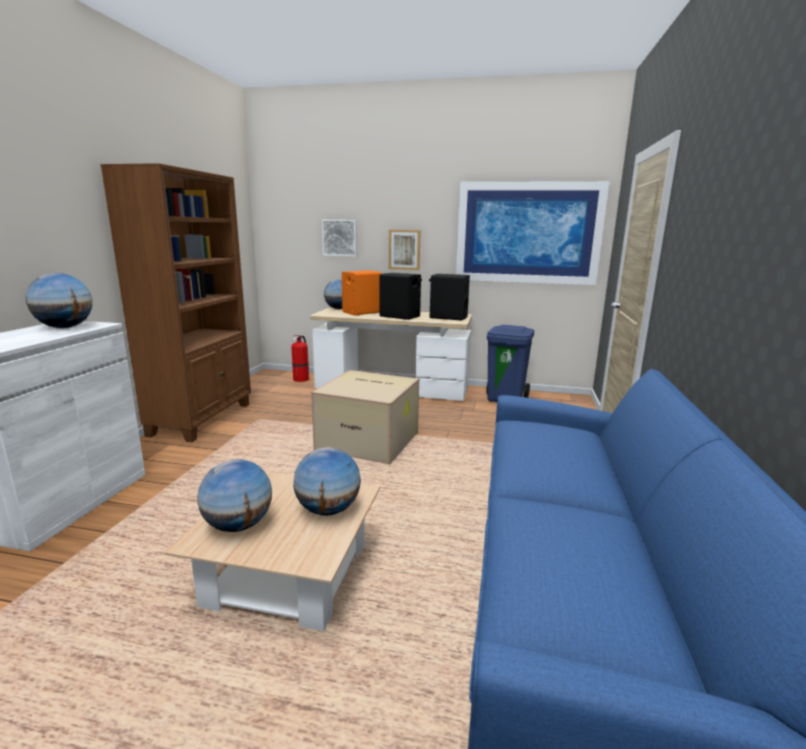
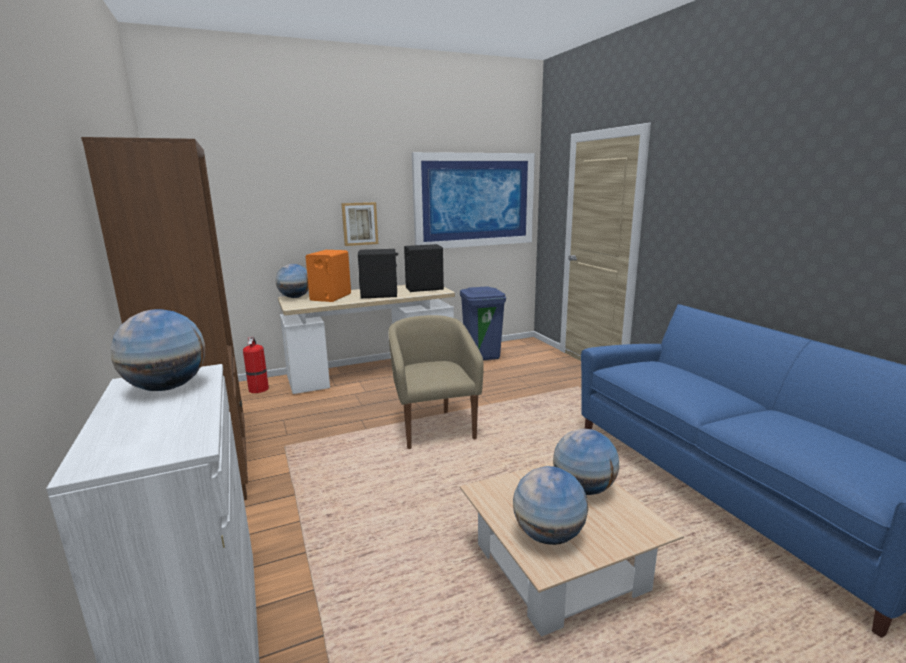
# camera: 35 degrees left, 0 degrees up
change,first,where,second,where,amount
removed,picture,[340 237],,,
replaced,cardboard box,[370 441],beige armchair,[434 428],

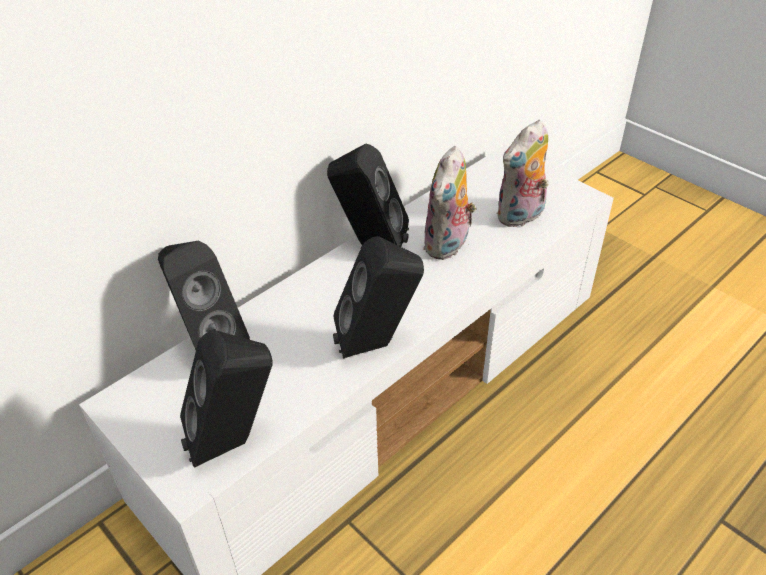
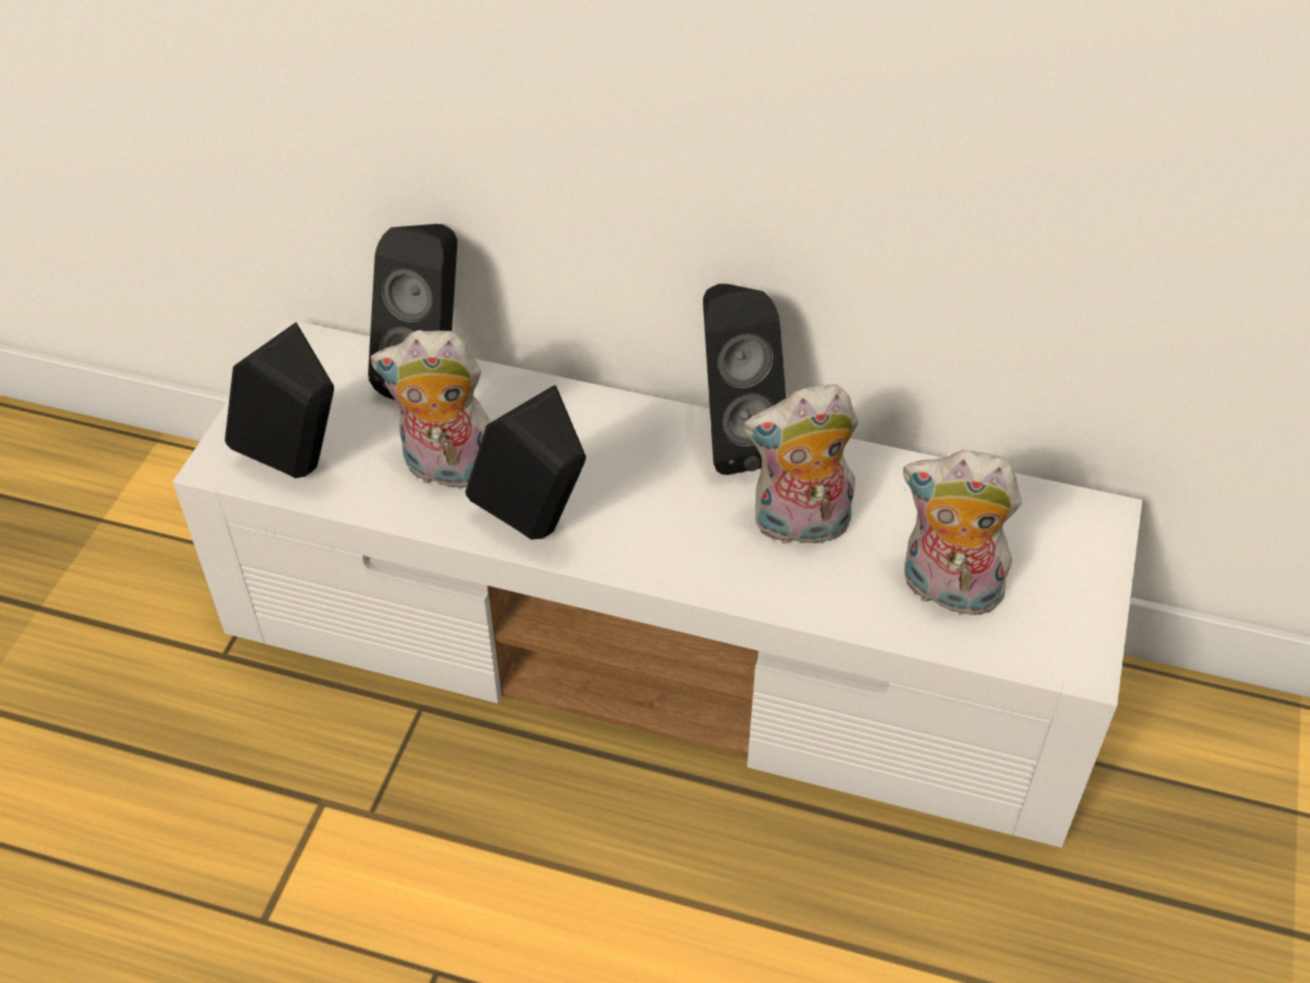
# camera: 60 degrees right, 5 degrees up
change,first,where,second,where,amount
added,,,plush toy,[447 470],

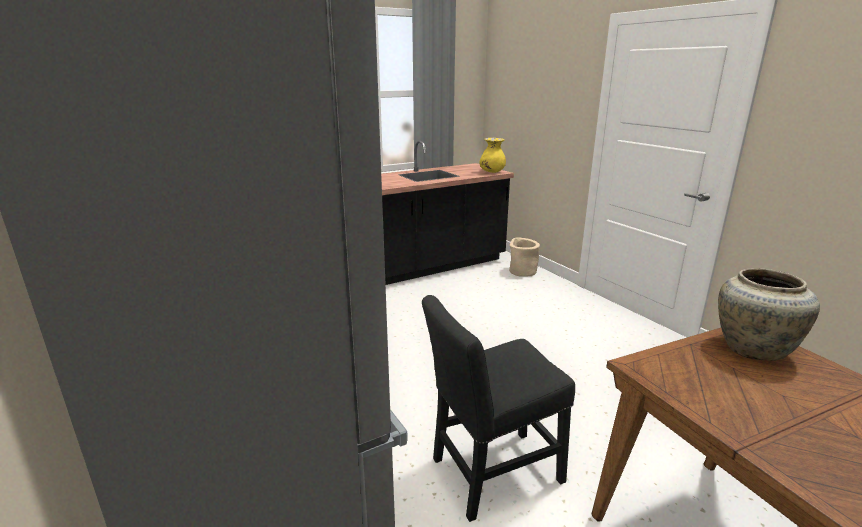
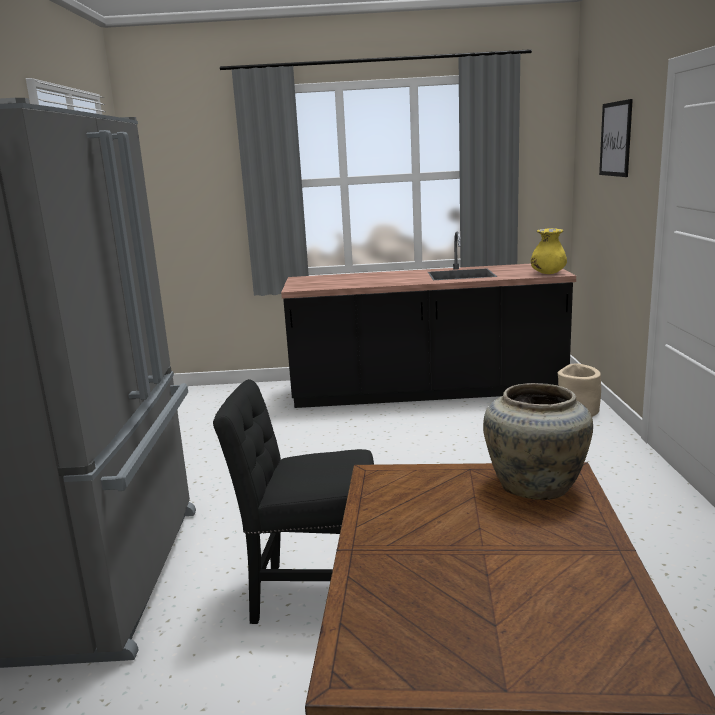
# camera: 30 degrees right, 5 degrees down
change,first,where,second,where,amount
added,,,picture,[616 139],

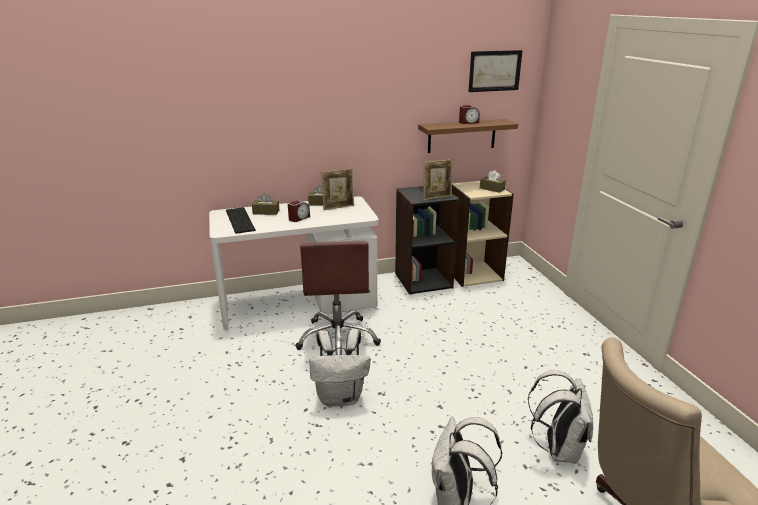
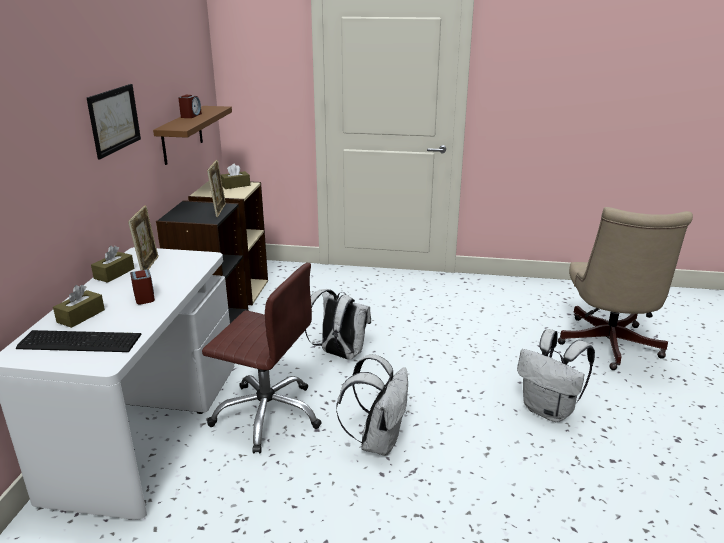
# camera: 65 degrees left, 0 degrees up
change,first,where,second,where,amount
moved,picture,[494 71],,[114 120],
moved,white backpack,[558 449],,[339 354],

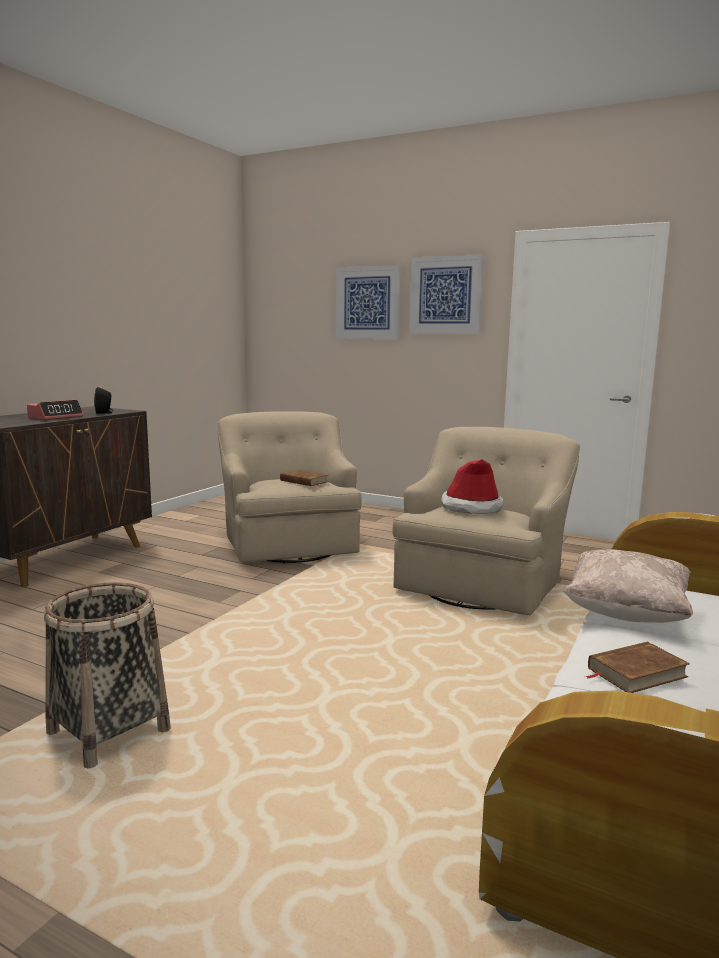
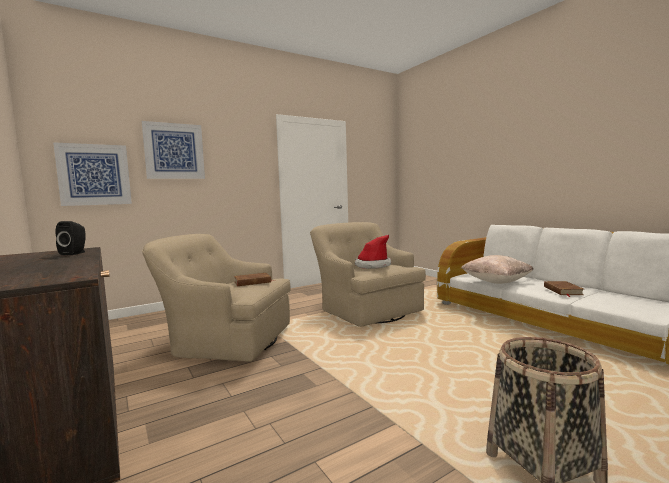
# camera: 60 degrees left, 5 degrees down
change,first,where,second,where,amount
removed,alarm clock,[56 417],,,
moved,picture,[445 295],,[94 174],

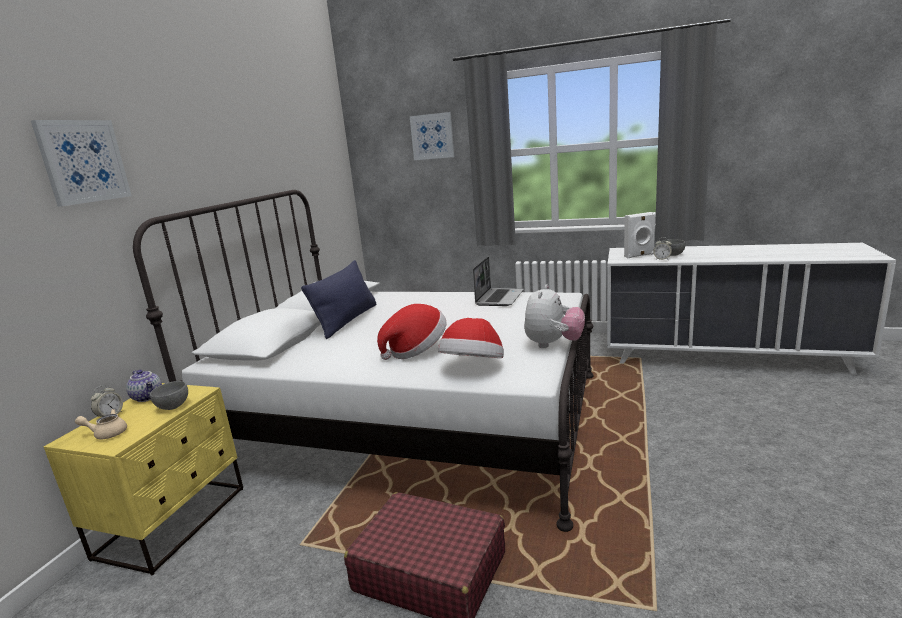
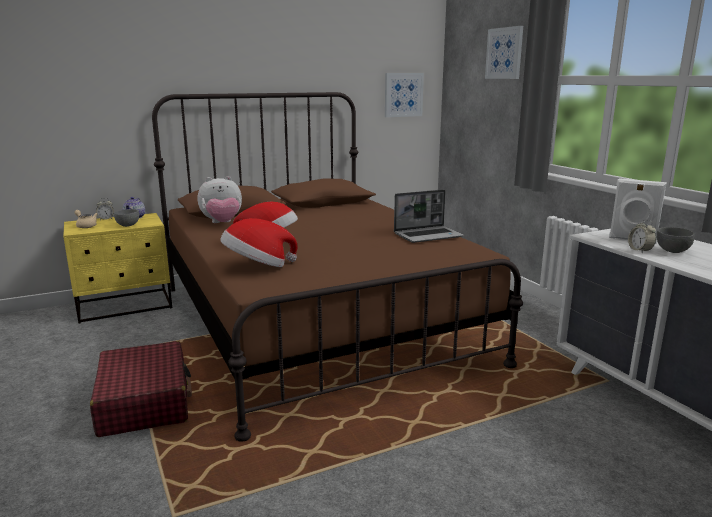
# camera: 45 degrees right, 0 degrees up
change,first,where,second,where,amount
removed,blue pillow,[347 320],,,
moved,picture,[83 161],,[403 95],
moved,plush toy,[553 344],,[222 223],
recoloured,white bed,[414 420],brown bed,[316 322],

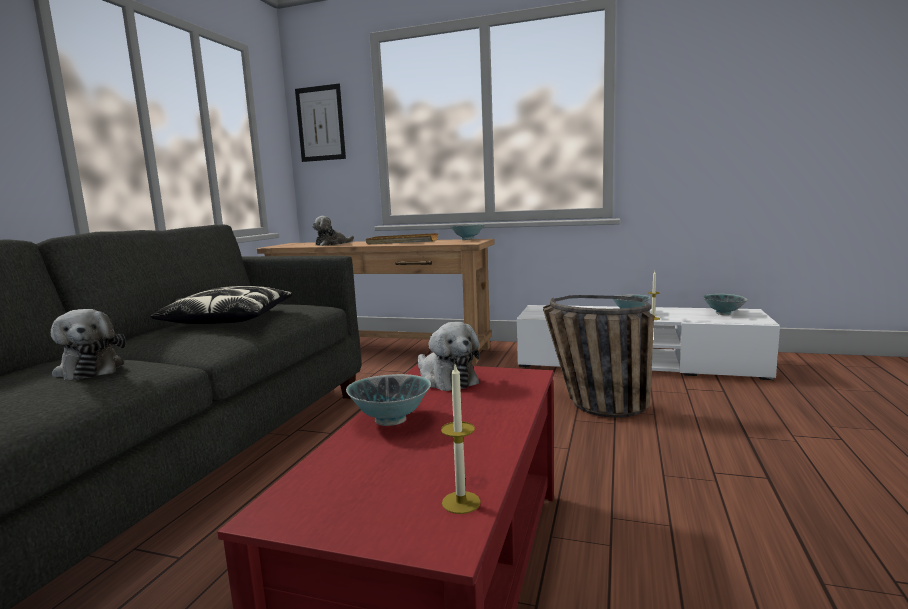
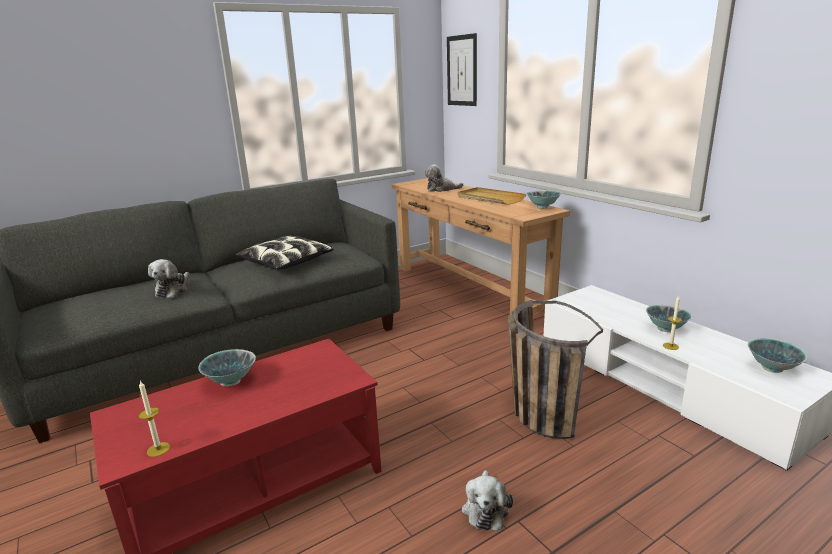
# camera: 40 degrees right, 10 degrees up
change,first,where,second,where,amount
moved,plush toy,[446 379],,[485 508],

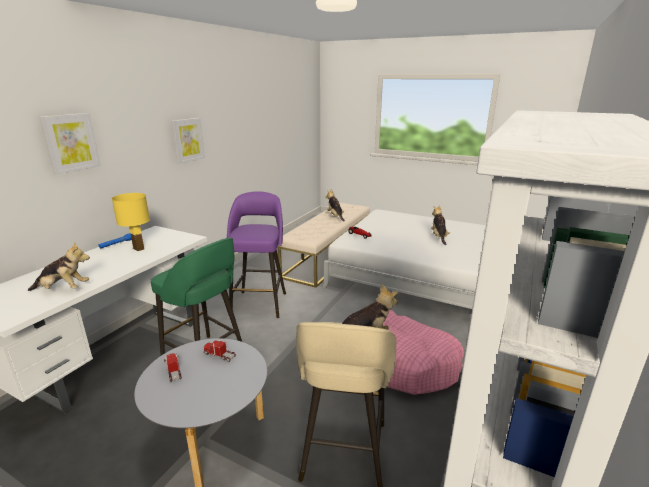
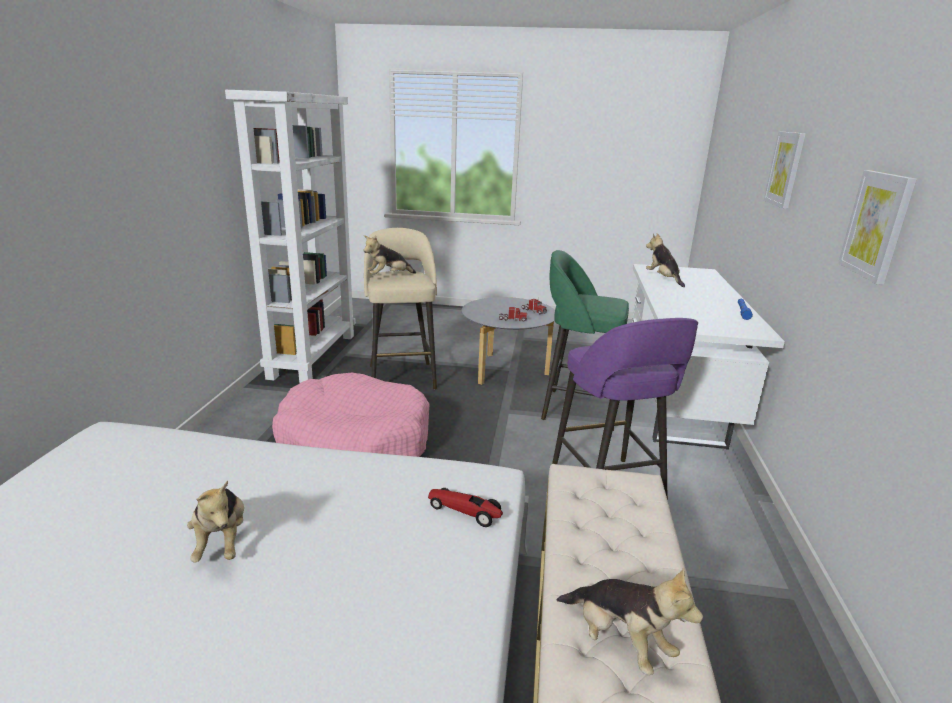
# camera: 160 degrees right, 0 degrees up
change,first,where,second,where,amount
removed,yellow table lamp,[138 249],,,
turned,plush toy,[63 289],,[663 279],90 degrees clockwise

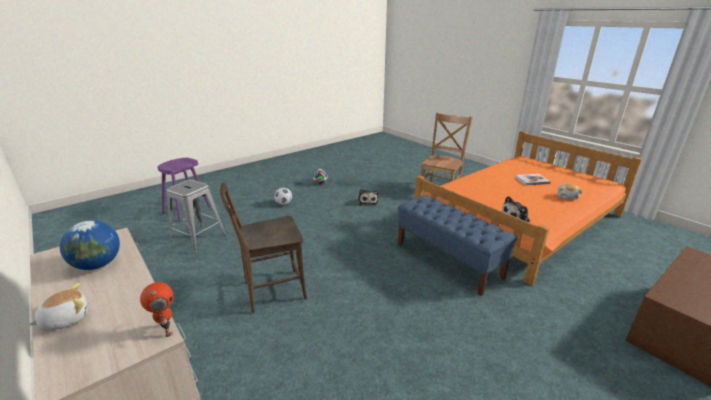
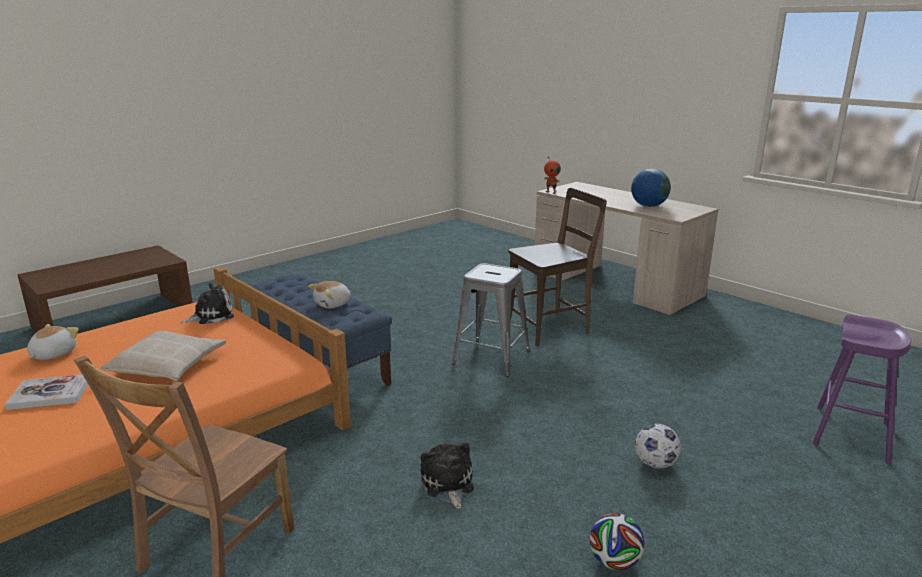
# camera: 175 degrees right, 5 degrees down
change,first,where,second,where,amount
added,,,beige pillow,[168 366],
moved,plush toy,[66 319],,[333 304],
moved,grey stool,[198 238],,[491 357],

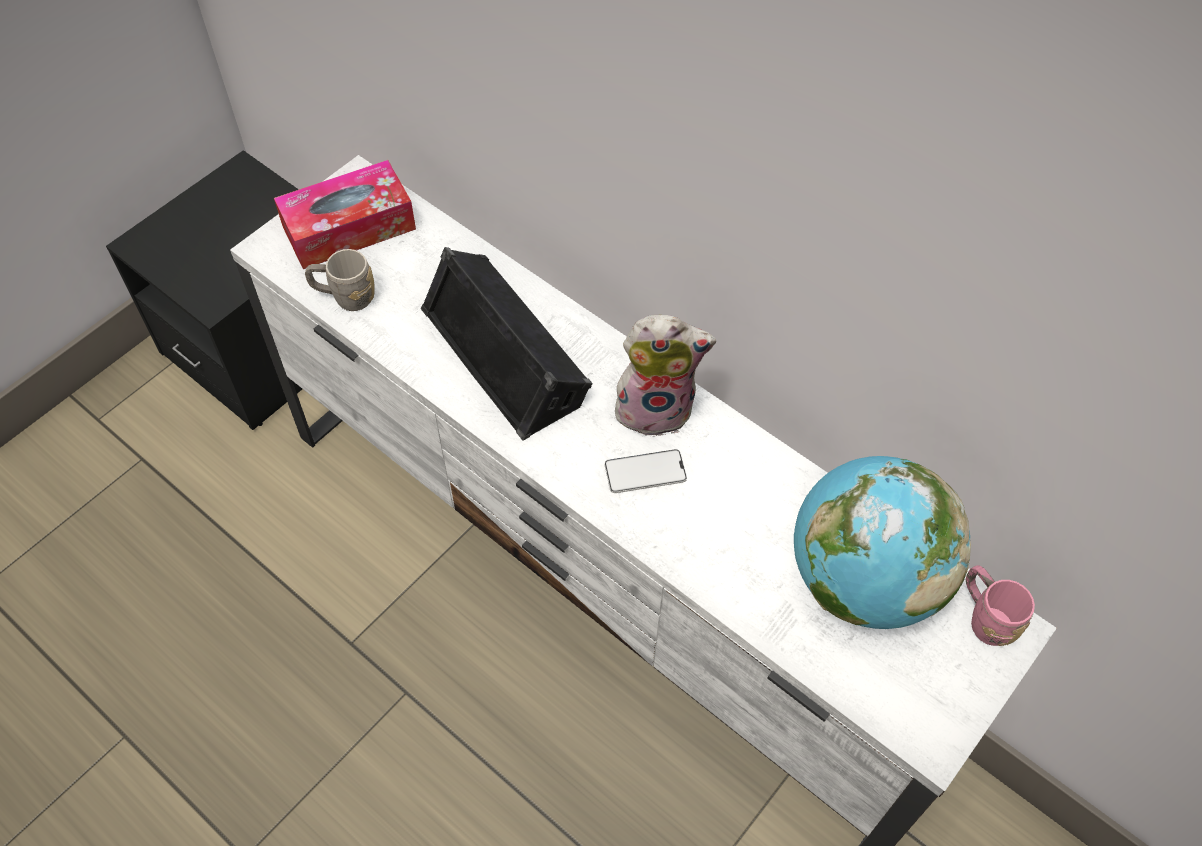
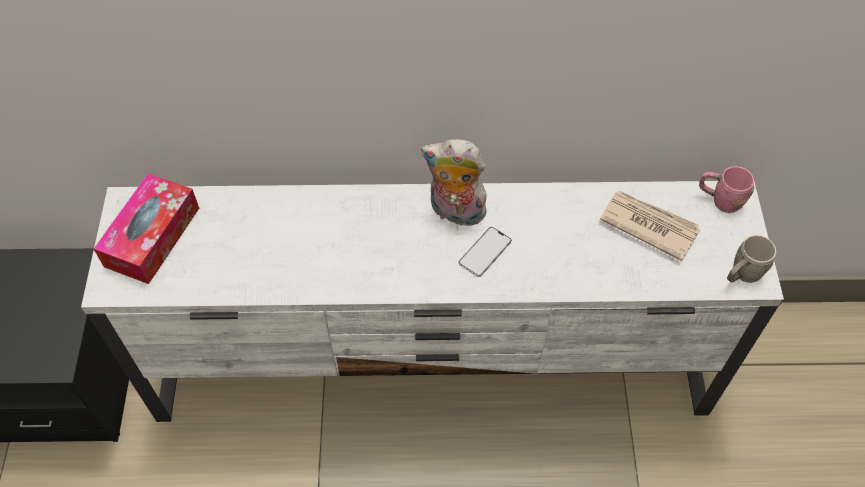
# camera: 40 degrees left, 0 degrees up
change,first,where,second,where,amount
removed,black speaker,[507 352],,,
moved,grey mug,[345 297],,[742 274],
replaced,globe,[862 580],newspaper,[648 225],
turned,plush toy,[656 408],,[454 212],120 degrees counterclockwise

